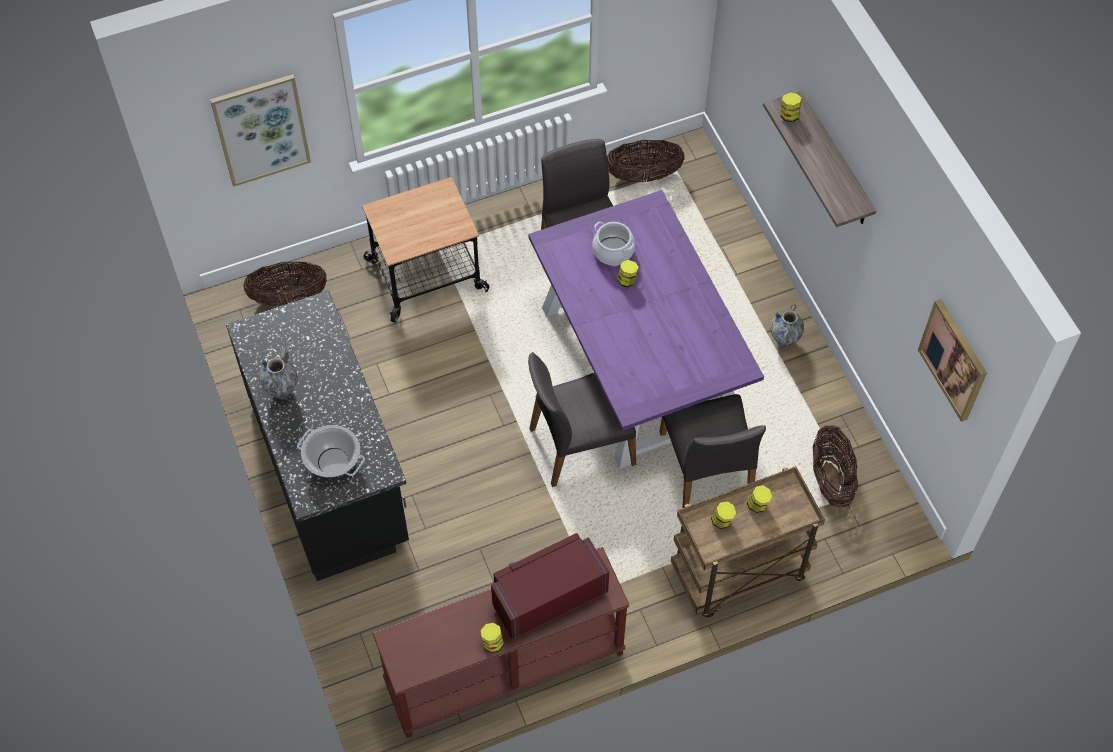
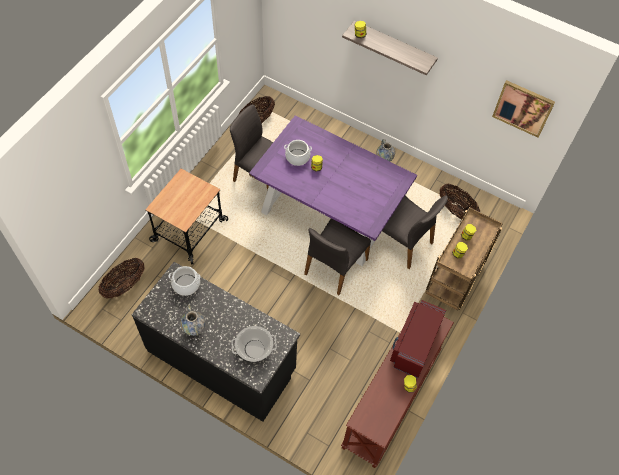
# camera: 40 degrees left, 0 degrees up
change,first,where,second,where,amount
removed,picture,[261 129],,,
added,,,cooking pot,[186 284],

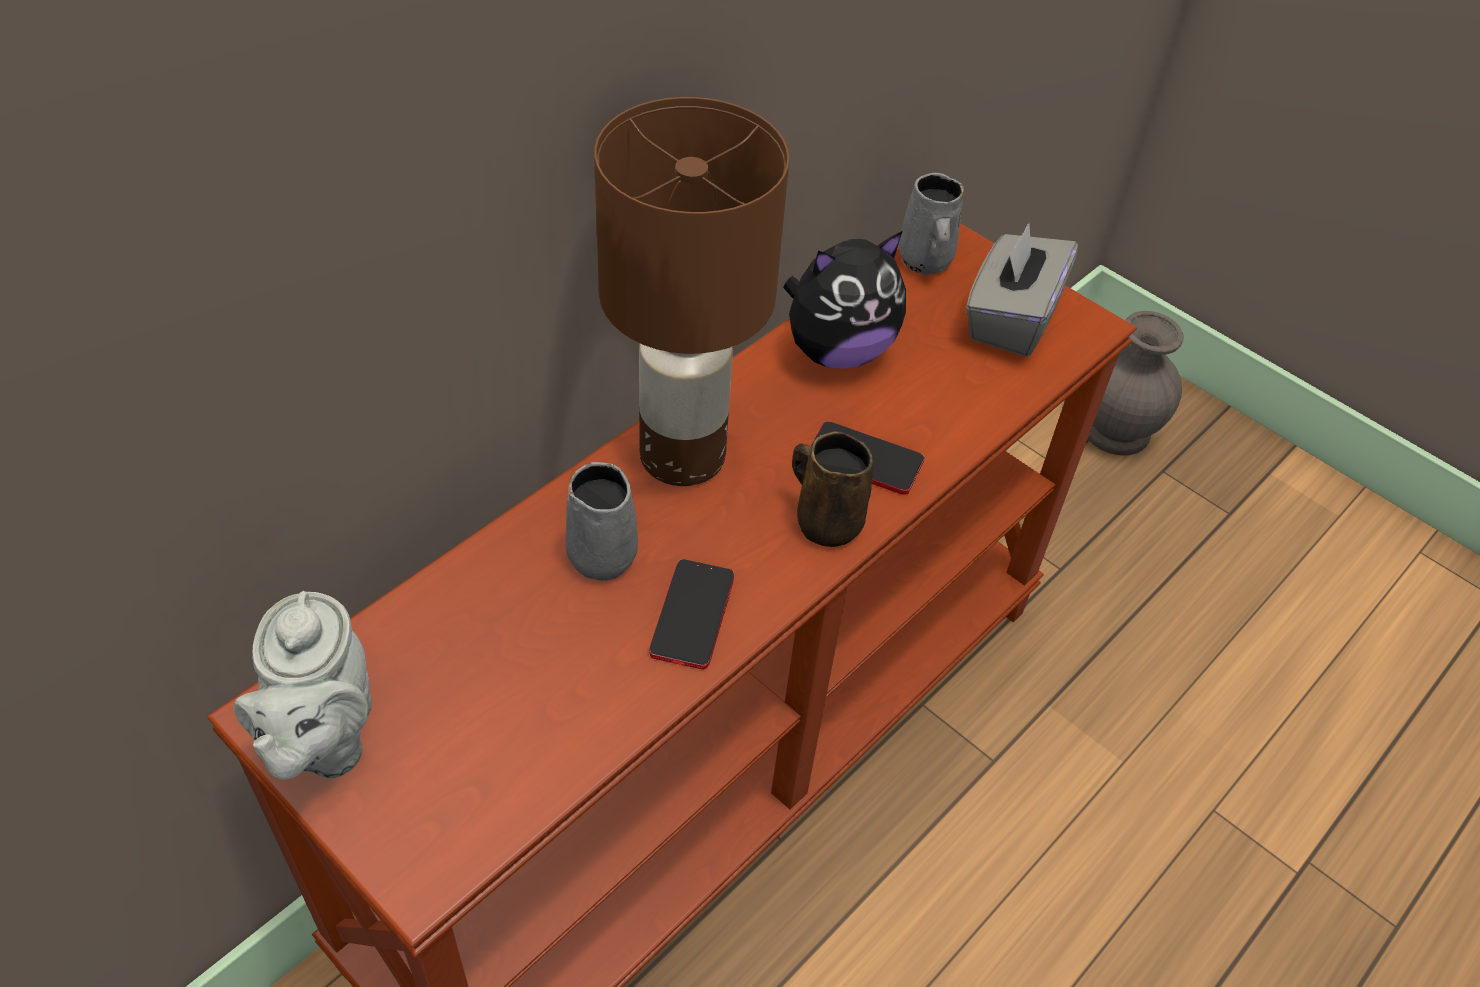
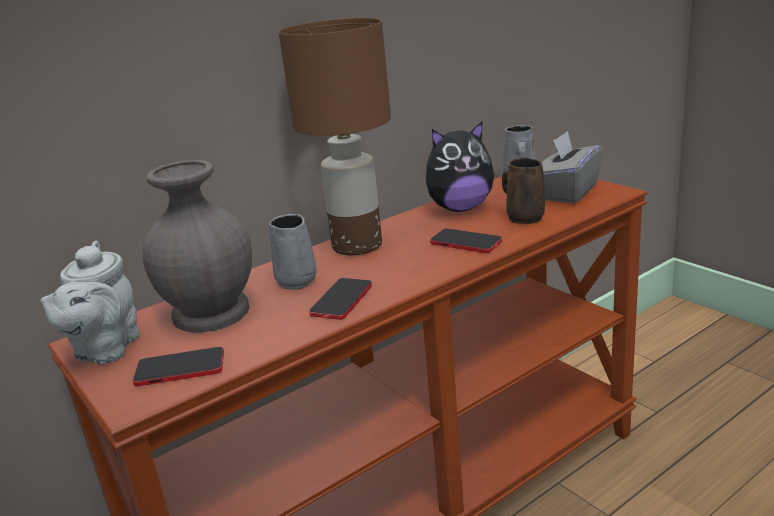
# camera: 15 degrees right, 25 degrees down
change,first,where,second,where,amount
added,,,phone,[180 368],
moved,brown mug,[826 521],,[523 217],
moved,grey vase,[1116 431],,[210 313],

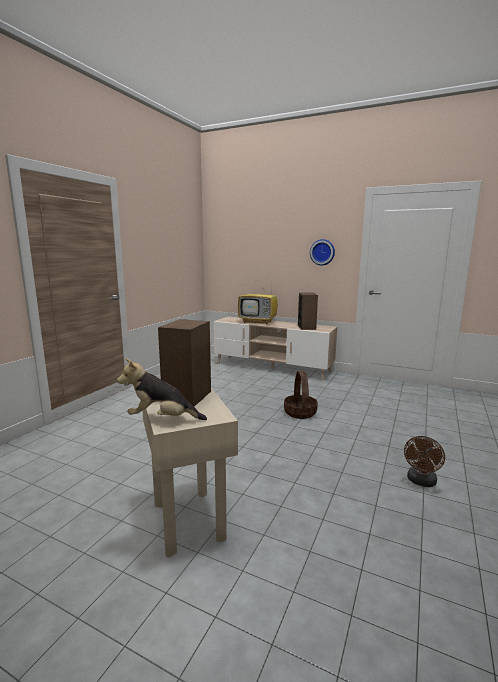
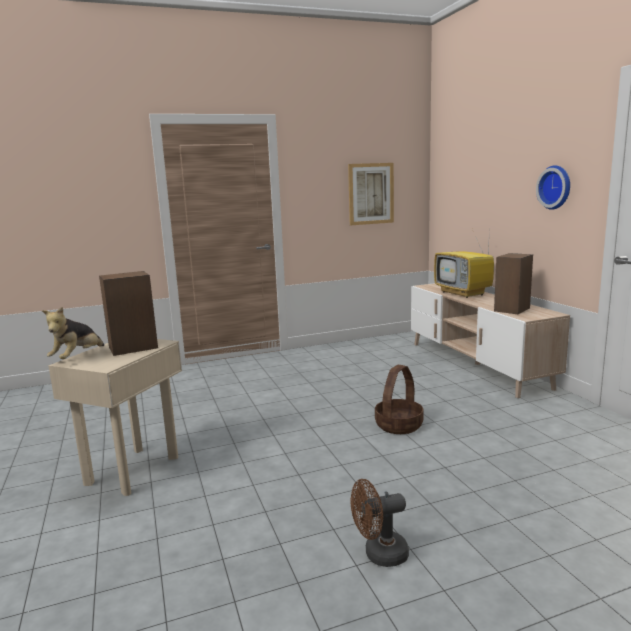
# camera: 45 degrees right, 0 degrees up
change,first,where,second,where,amount
added,,,picture,[371 194],
turned,plush toy,[162 419],,[77 357],120 degrees counterclockwise

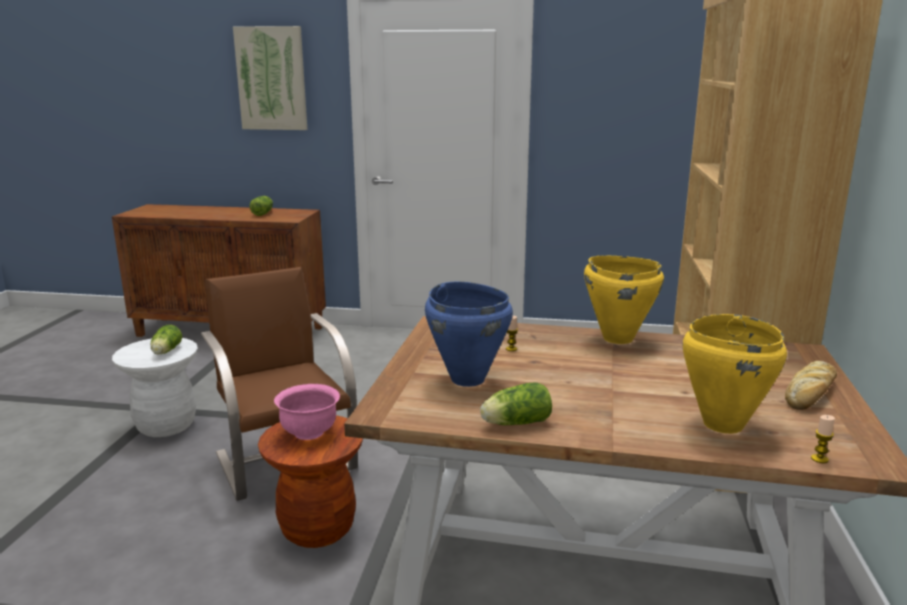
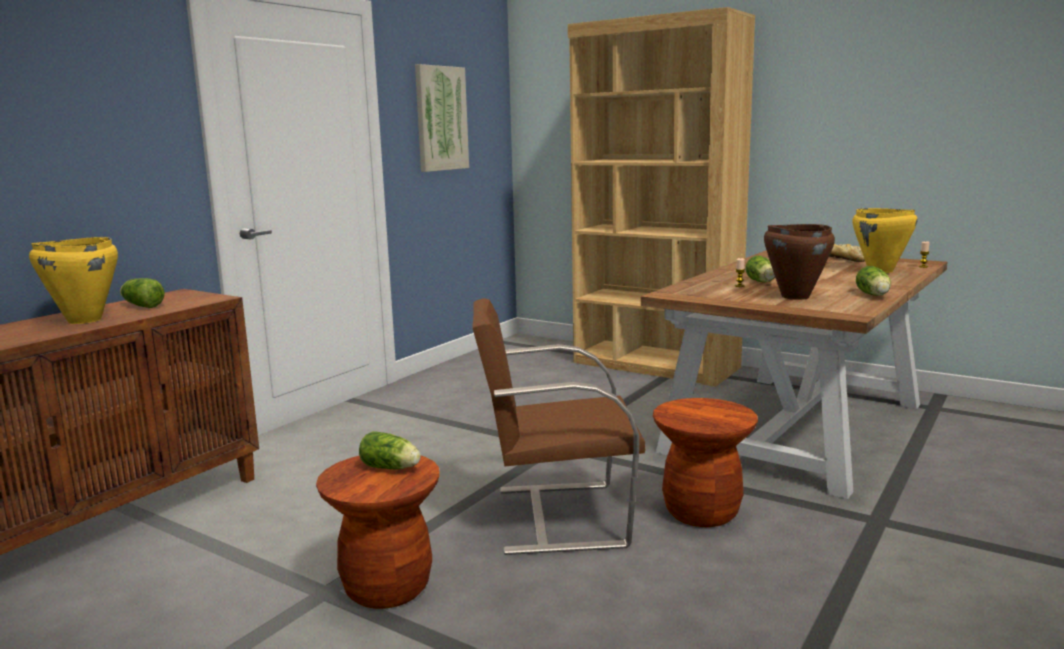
# camera: 65 degrees left, 5 degrees down
change,first,where,second,where,amount
removed,pink bowl,[309 432],,,
added,,,lettuce,[762 282],
moved,picture,[272 79],,[440 118],
moved,yellow cooking pot,[617 338],,[84 320],
recoloured,white stool,[166 425],brown stool,[387 588],
recoloured,blue cooking pot,[468 379],brown cooking pot,[794 297],

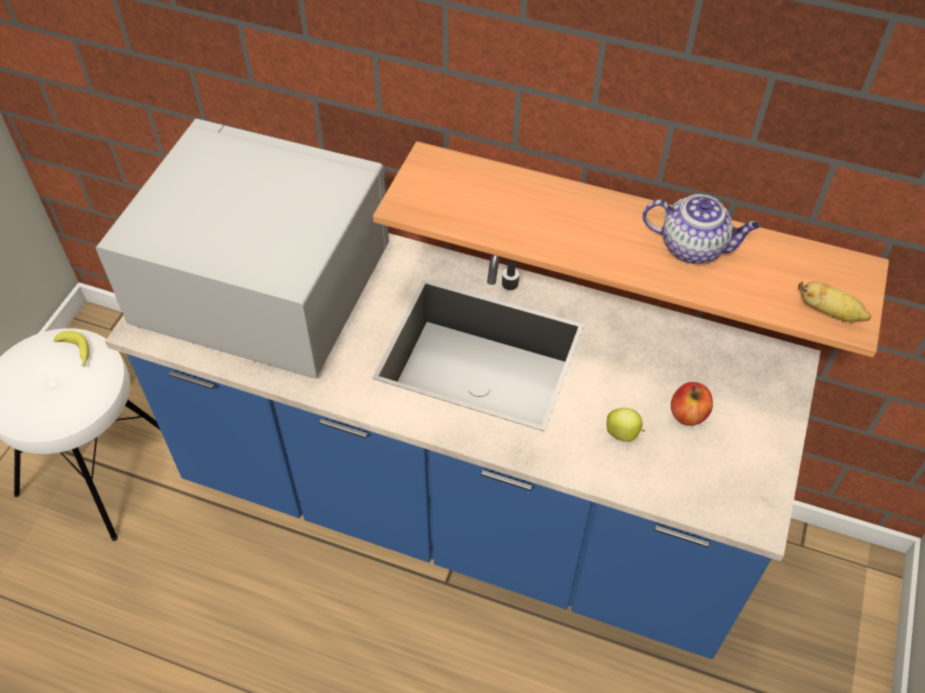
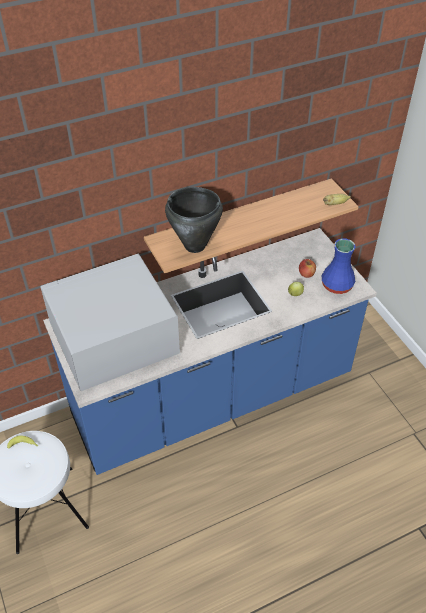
# camera: 45 degrees left, 5 degrees down
change,first,where,second,where,amount
removed,teapot,[694 247],,,
added,,,black cooking pot,[195 246],
added,,,blue vase,[336 286],

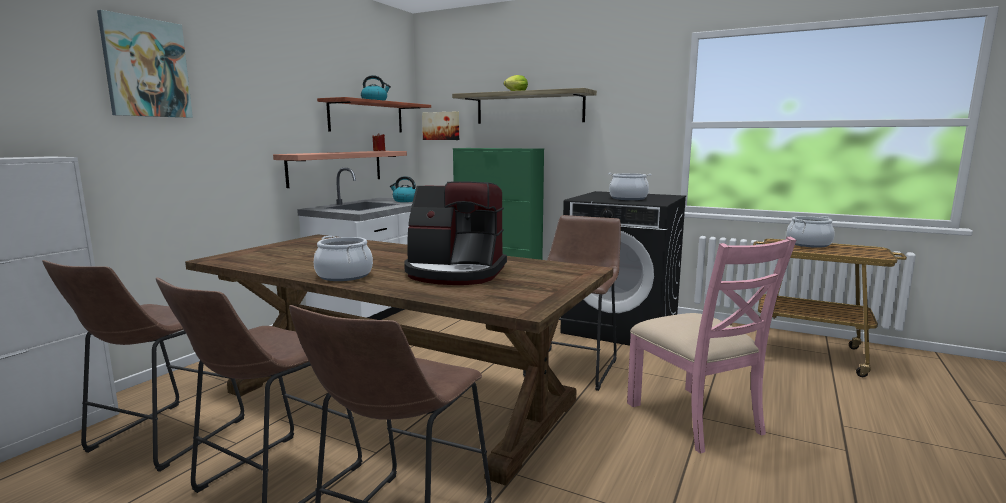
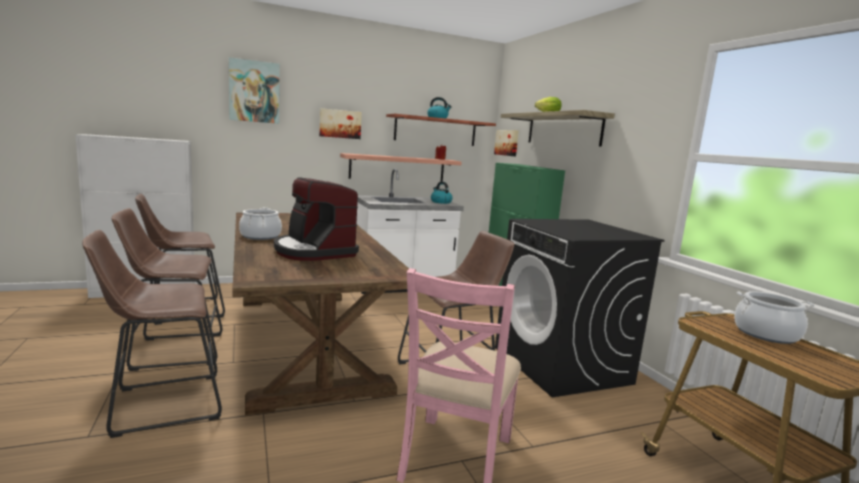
# camera: 40 degrees right, 0 degrees up
change,first,where,second,where,amount
removed,cooking pot,[628 198],,,
added,,,picture,[340 124],

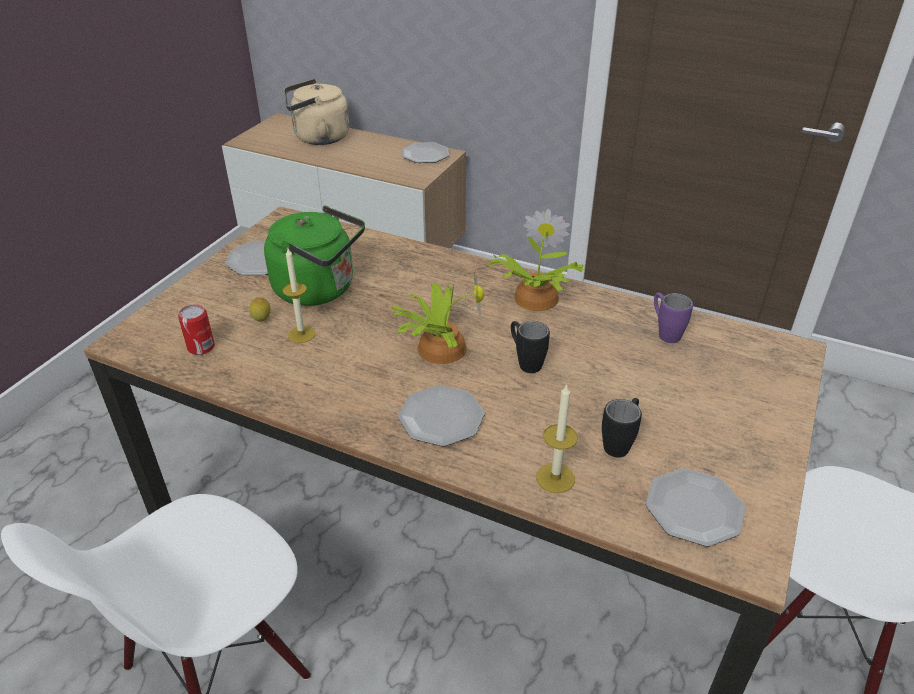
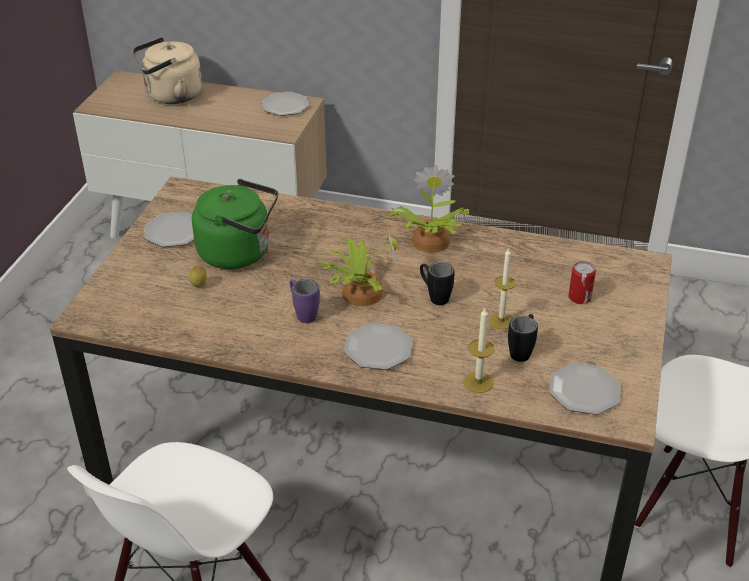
# camera: 10 degrees left, 0 degrees up
change,first,where,second,where,amount
moved,can,[201 347],,[579 297],
moved,candle,[301 334],,[501 321],
moved,purple mug,[664 332],,[303 313],

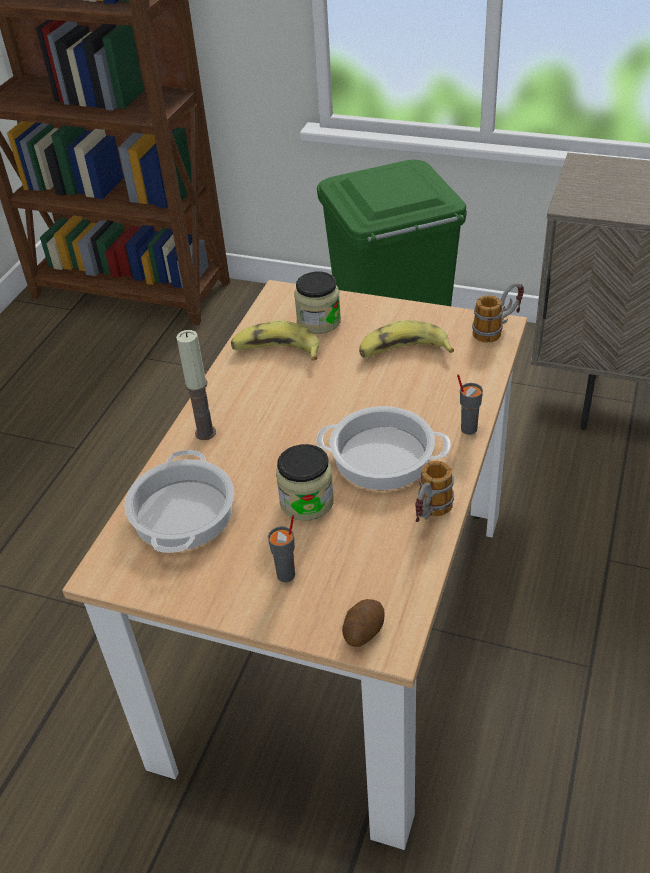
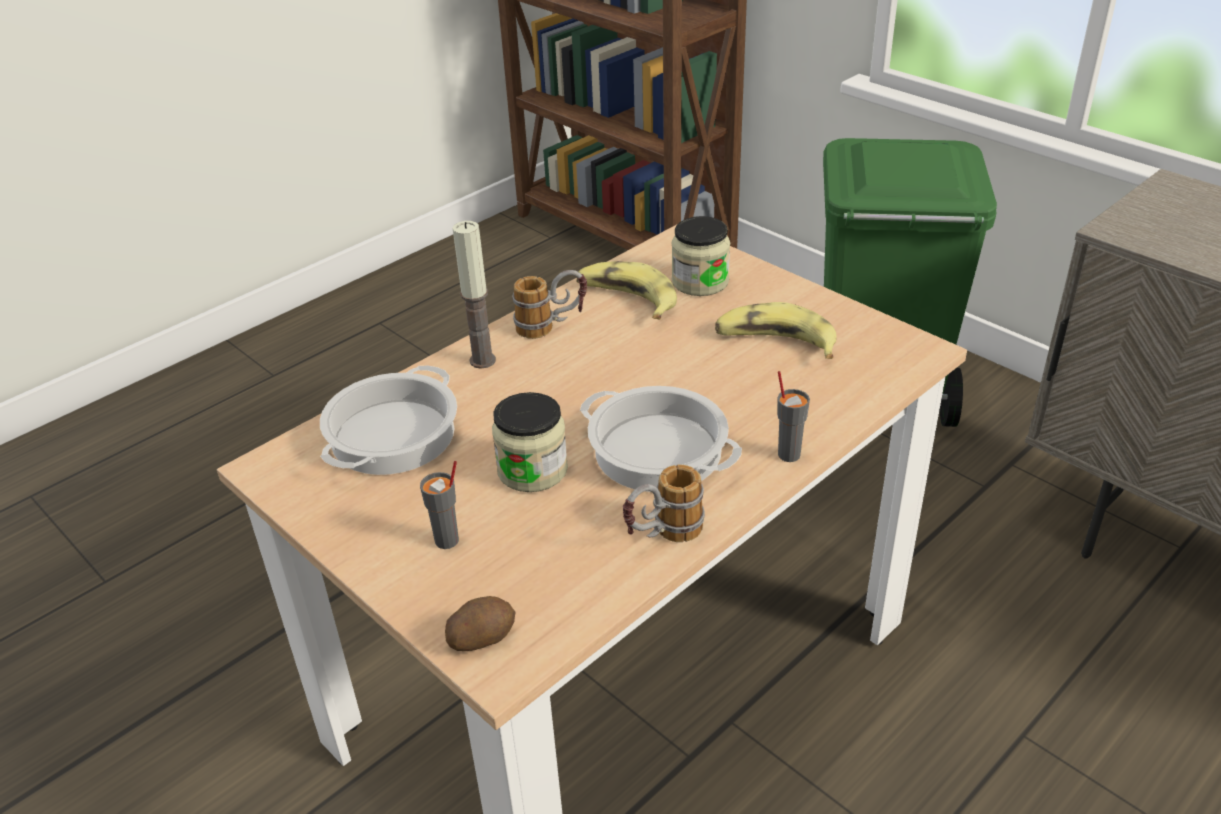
# camera: 25 degrees right, 5 degrees down
change,first,where,second,where,amount
moved,mug,[497 330],,[552 327],

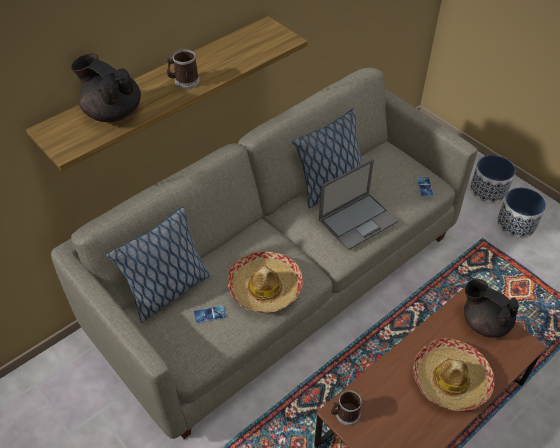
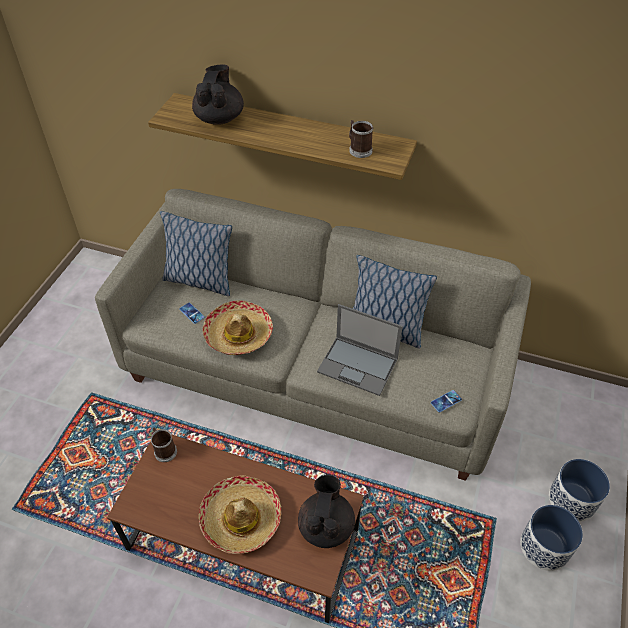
# camera: 60 degrees right, 0 degrees up
change,first,where,second,where,amount
moved,mug,[184 81],,[358 149],

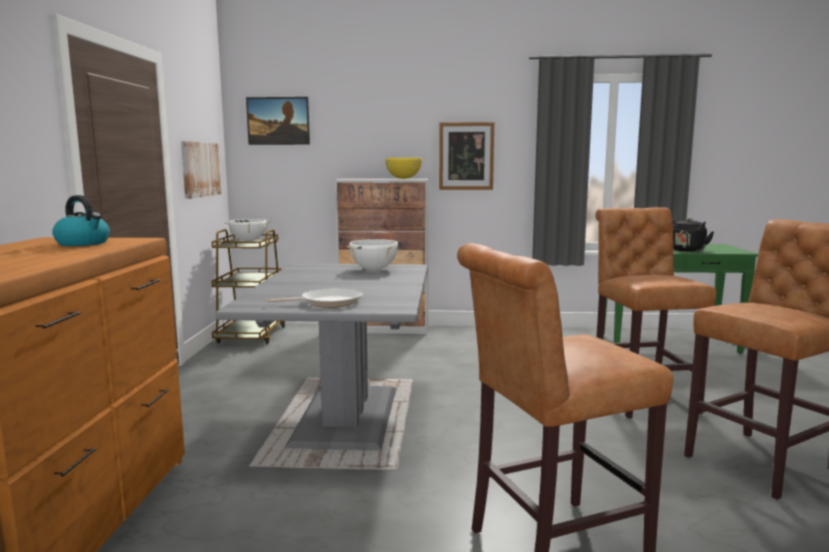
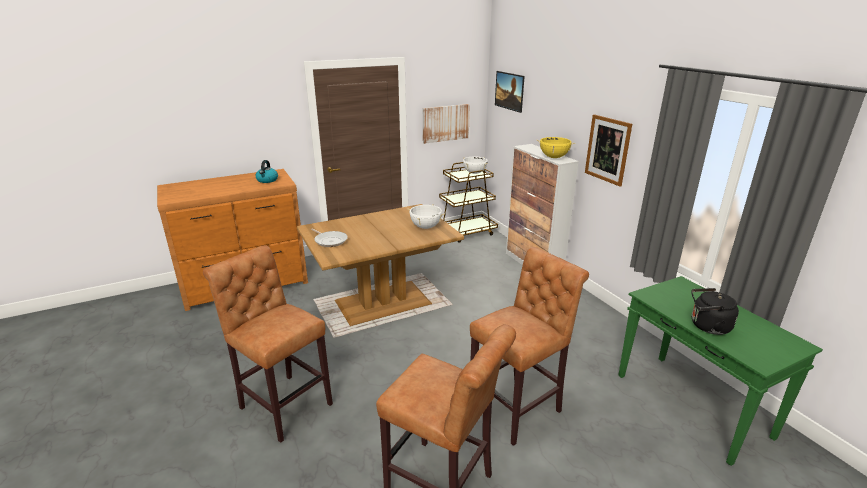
# camera: 60 degrees right, 15 degrees up
change,first,where,second,where,amount
recoloured,grey dining table,[344 416],brown dining table,[382 302],

